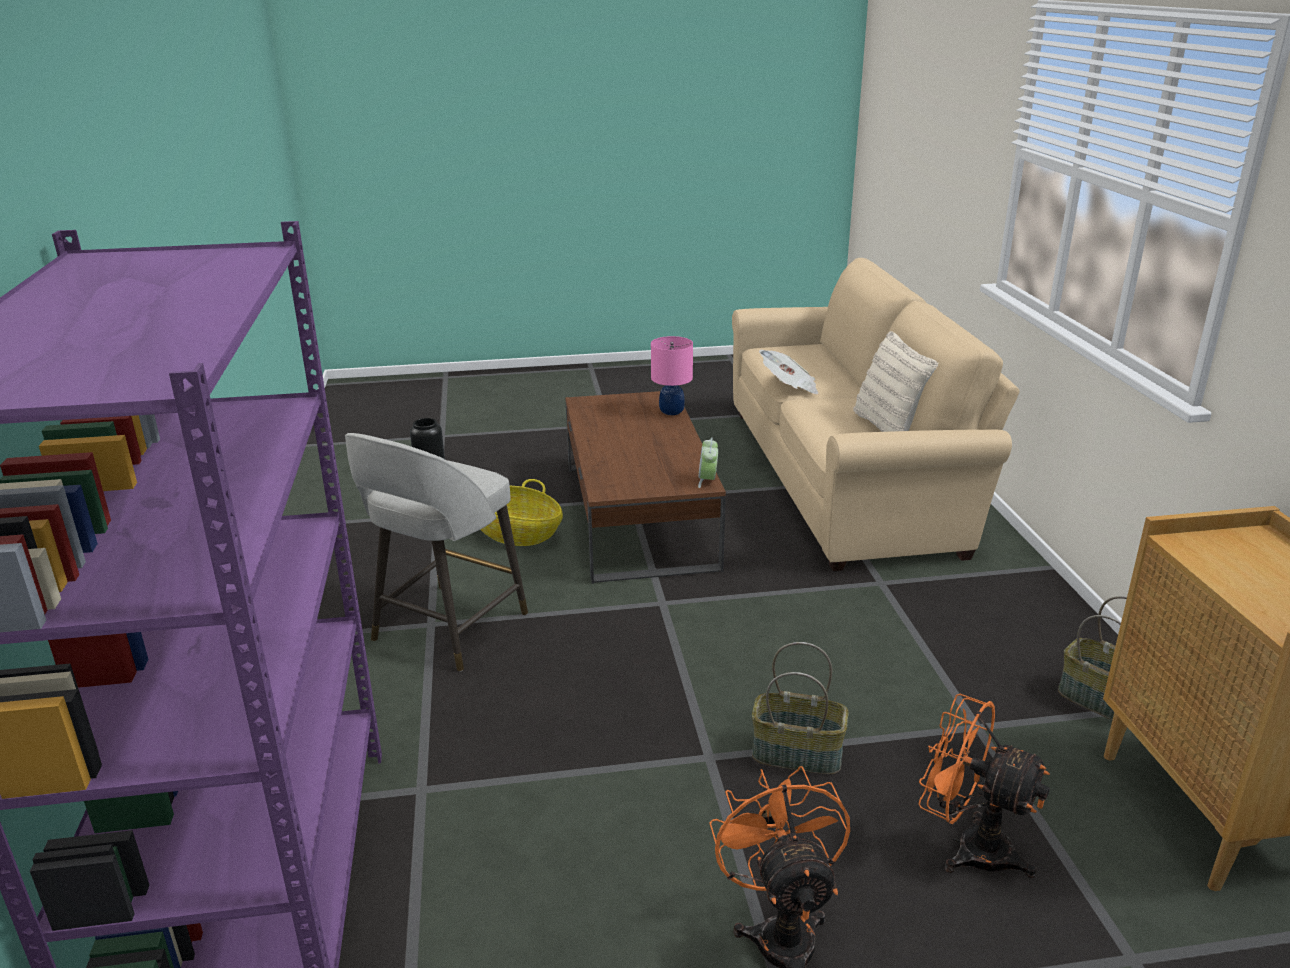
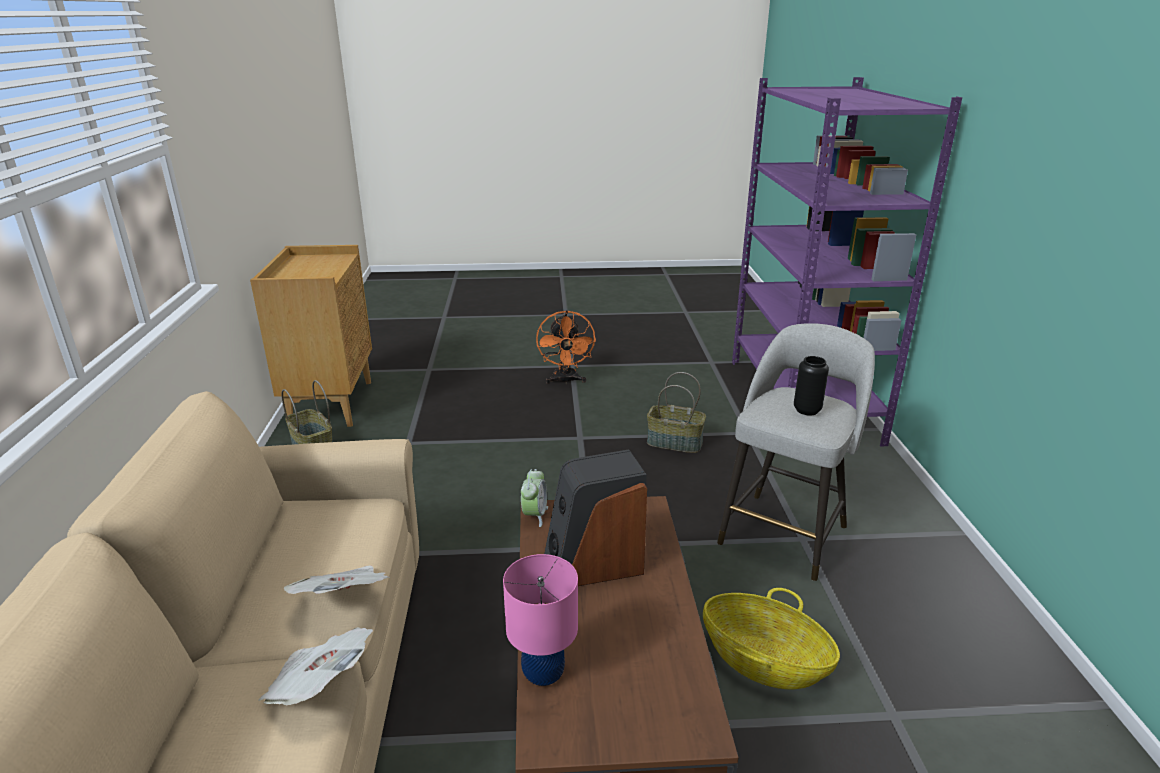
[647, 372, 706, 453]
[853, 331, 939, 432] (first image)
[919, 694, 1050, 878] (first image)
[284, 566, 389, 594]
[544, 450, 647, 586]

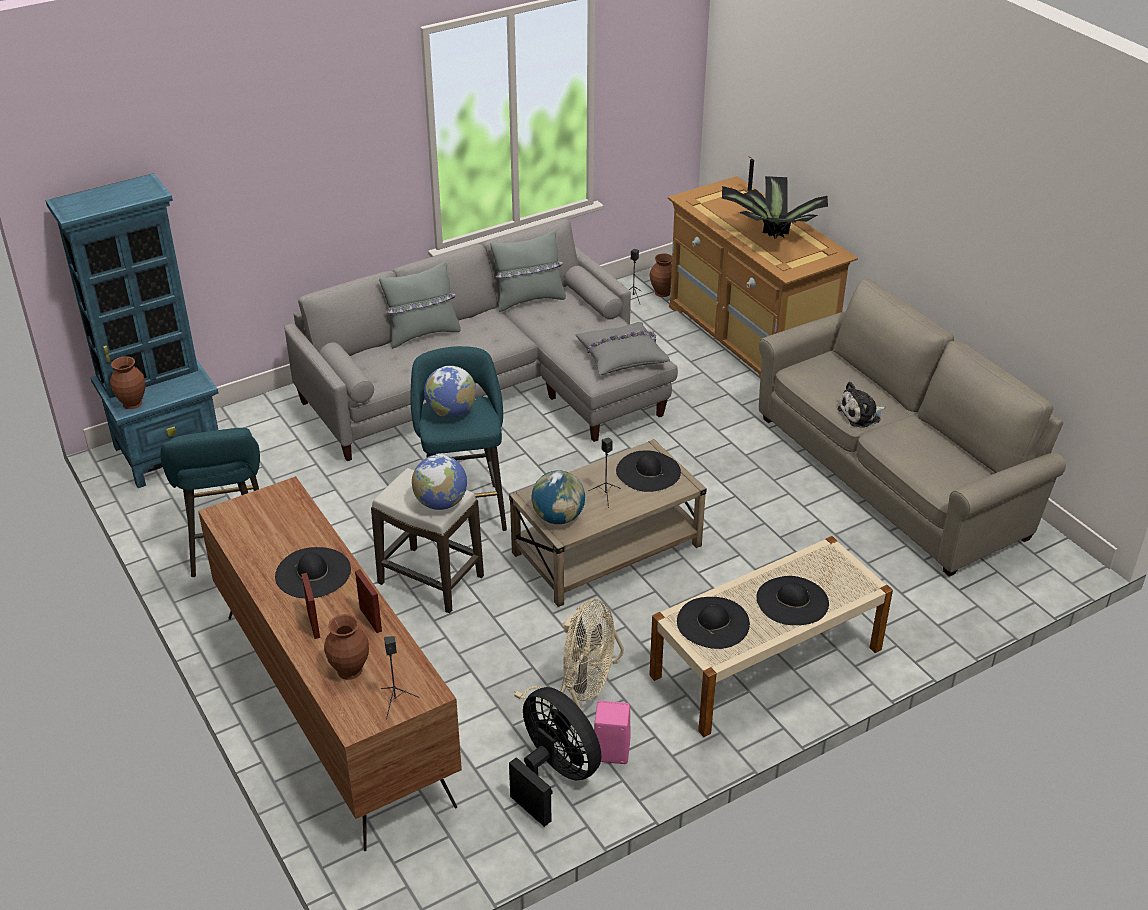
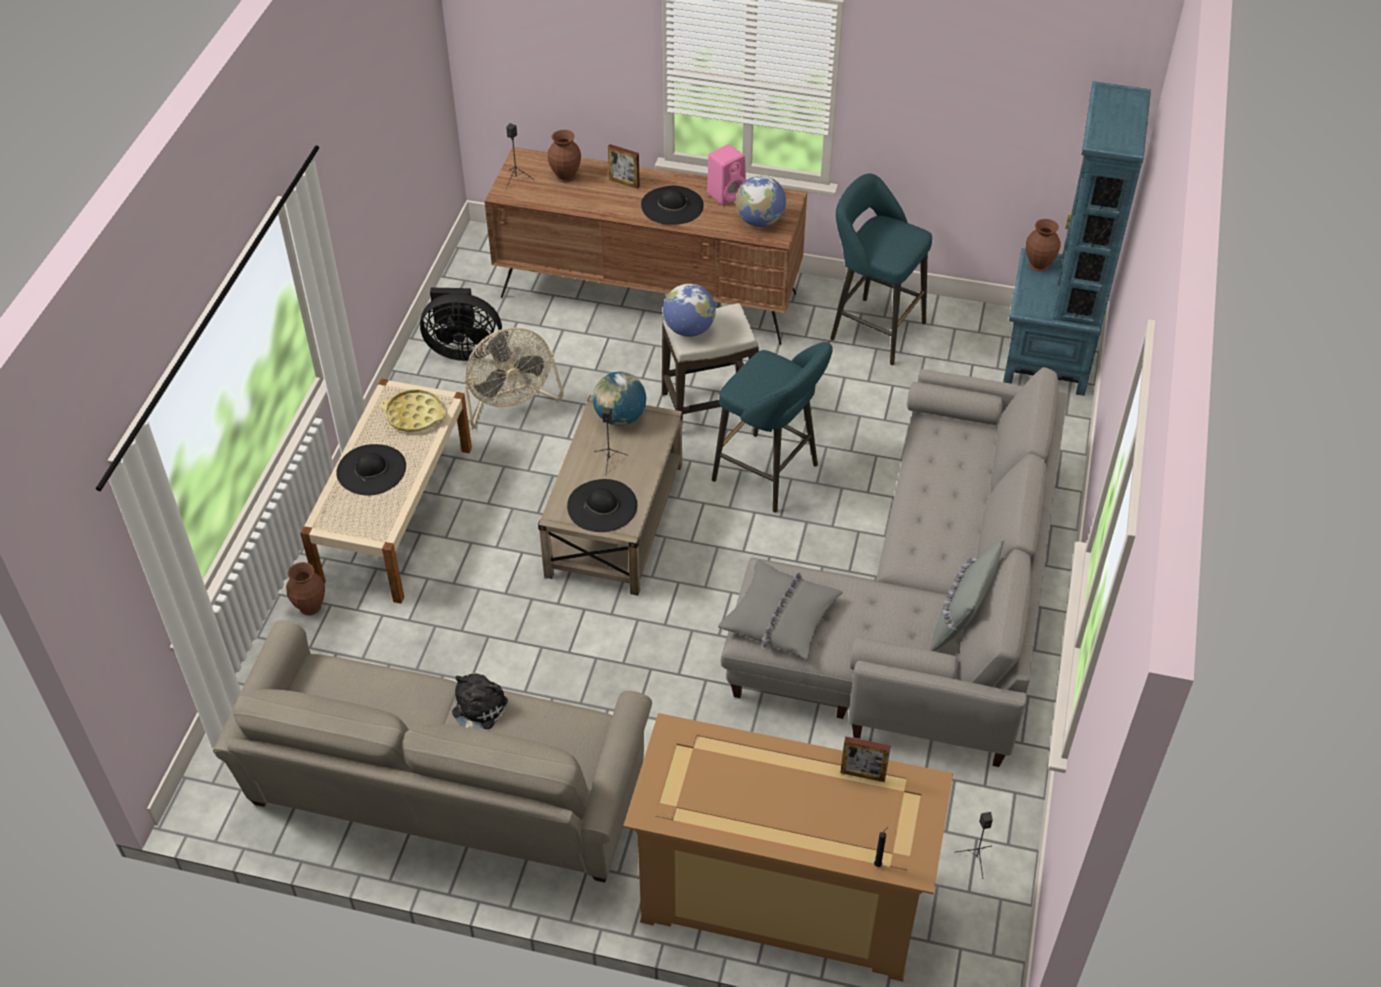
[841, 736, 891, 782]
[379, 262, 460, 349] (first image)
[735, 176, 786, 227]
[462, 328, 564, 429]
[707, 144, 746, 206]
[286, 562, 325, 615]
[381, 389, 446, 432]
[722, 176, 828, 238] (first image)

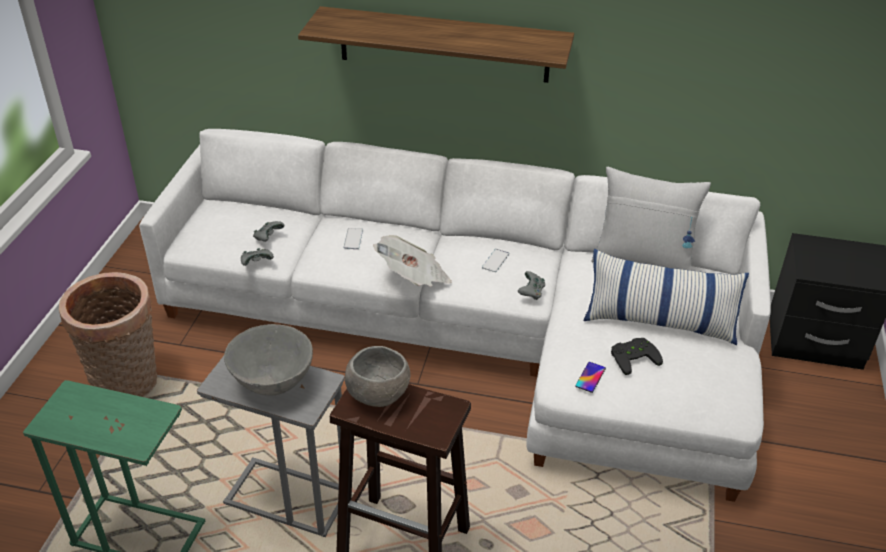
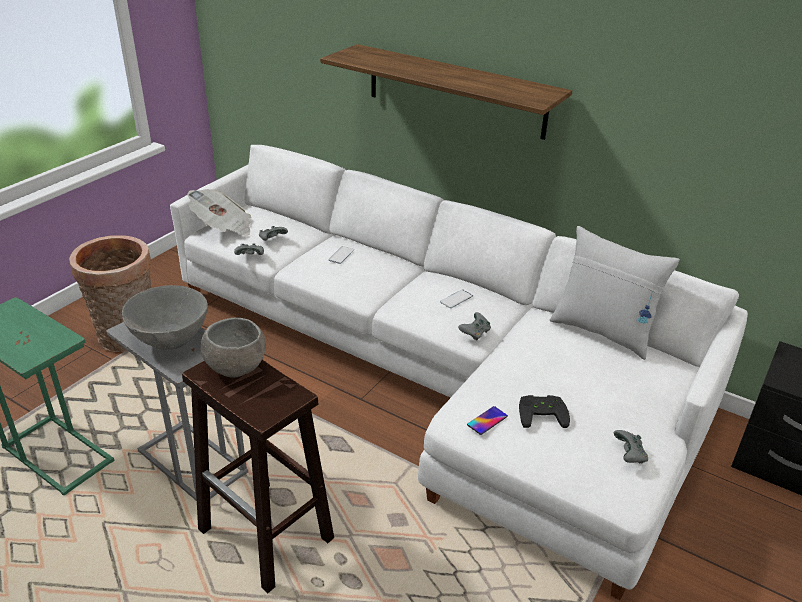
[188, 189, 251, 236]
[583, 249, 749, 345] (first image)
[614, 430, 648, 463]

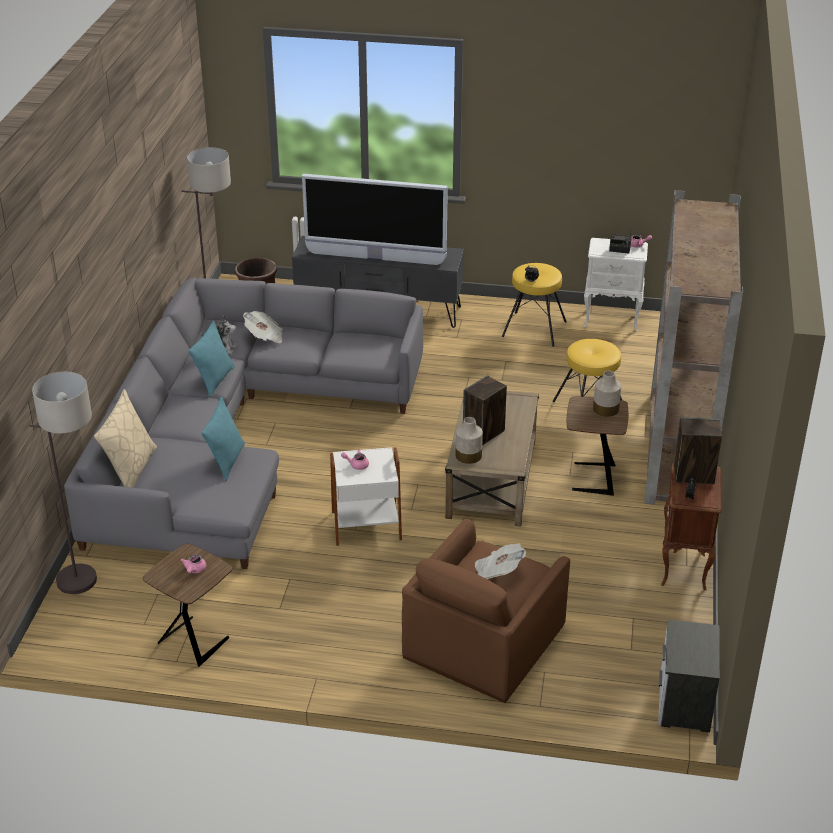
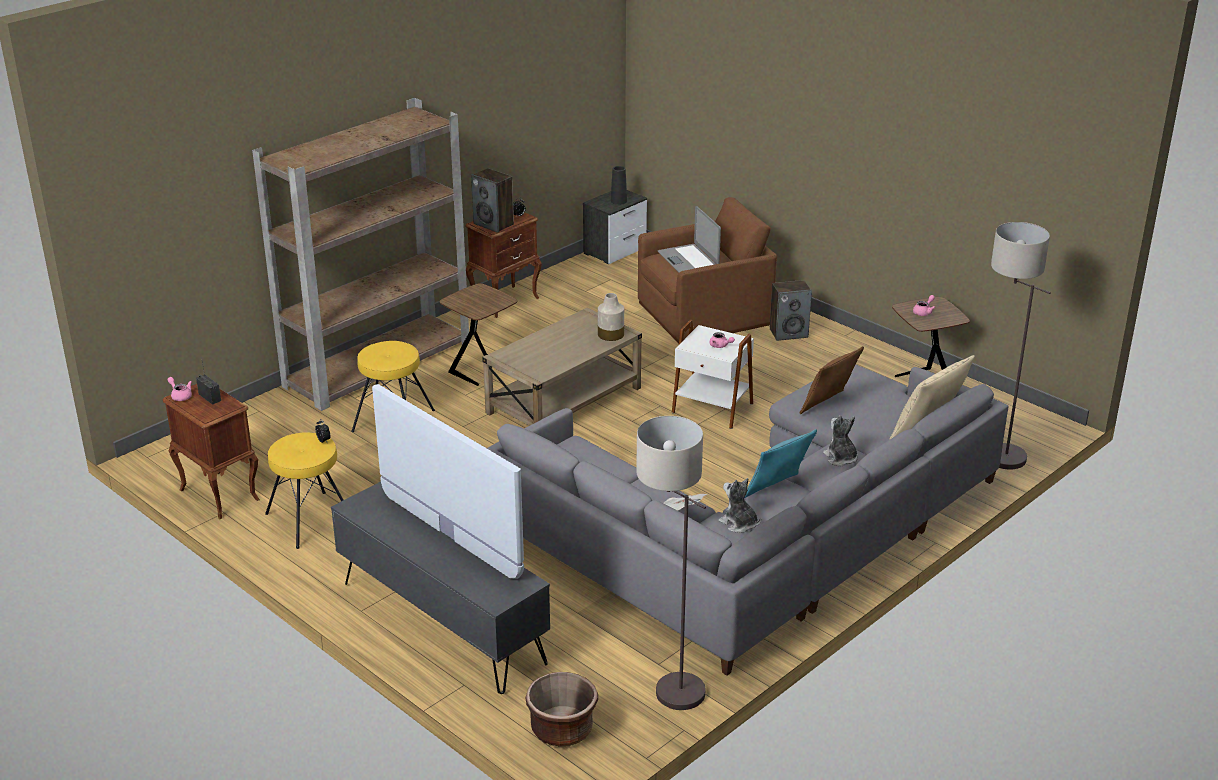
[799, 346, 864, 414]
[770, 280, 812, 341]
[658, 206, 721, 272]
[162, 384, 260, 520]
[593, 371, 621, 417] (first image)
[611, 166, 627, 205]
[823, 415, 857, 466]

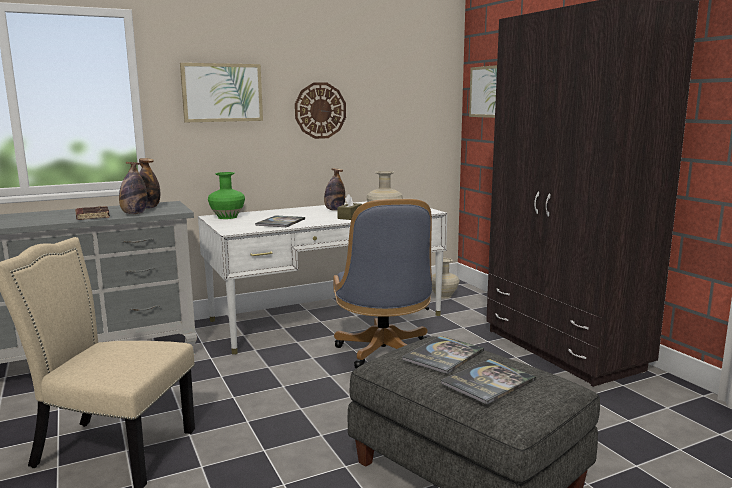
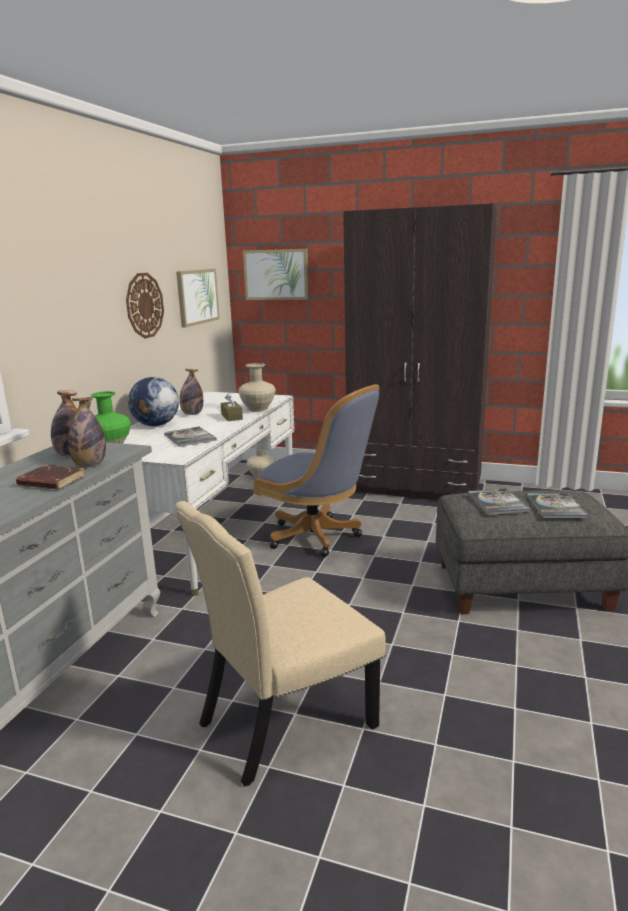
[176, 269, 220, 327]
[127, 377, 179, 426]

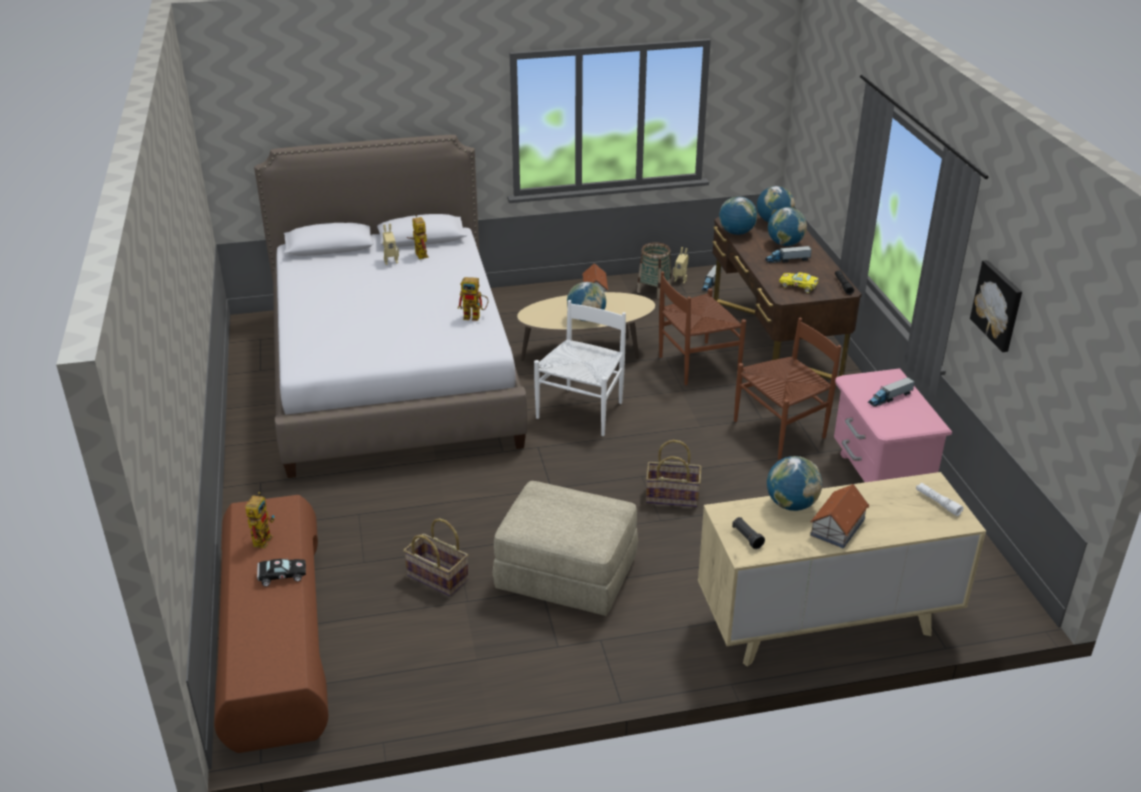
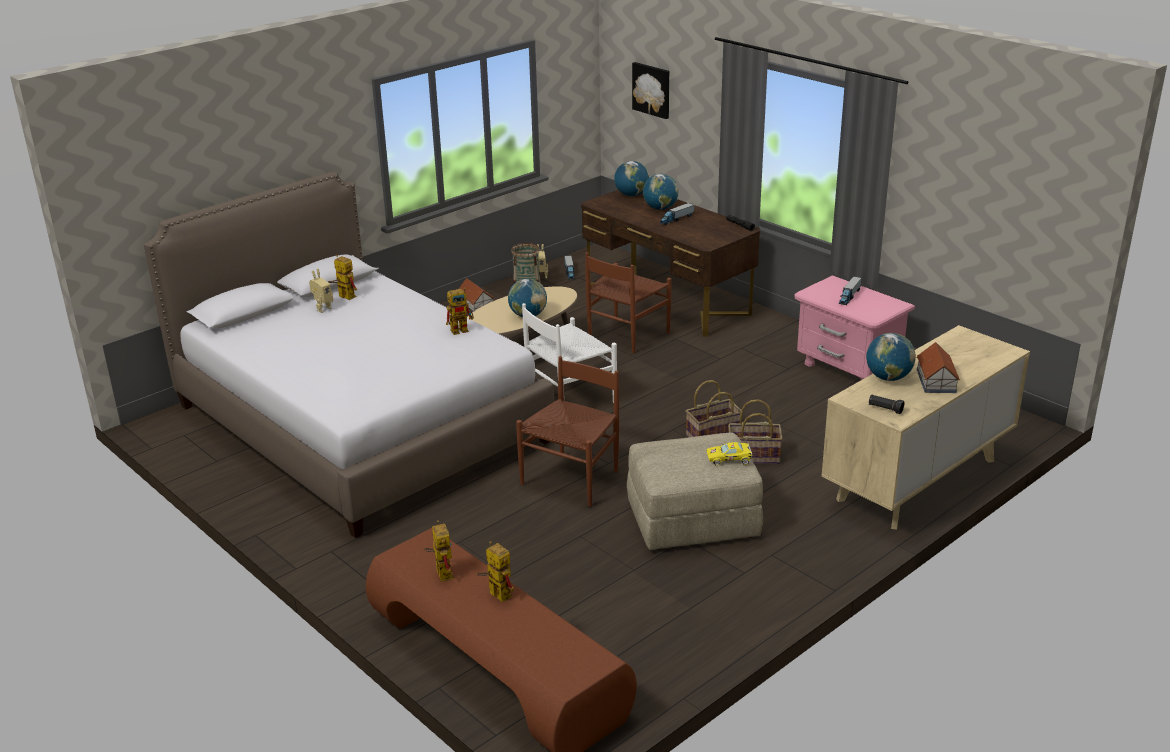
[476, 541, 514, 602]
[728, 399, 783, 464]
[522, 303, 617, 403]
[719, 196, 757, 235] (first image)
[516, 356, 619, 507]
[707, 442, 752, 466]
[916, 483, 963, 516] (first image)
[632, 62, 669, 119]

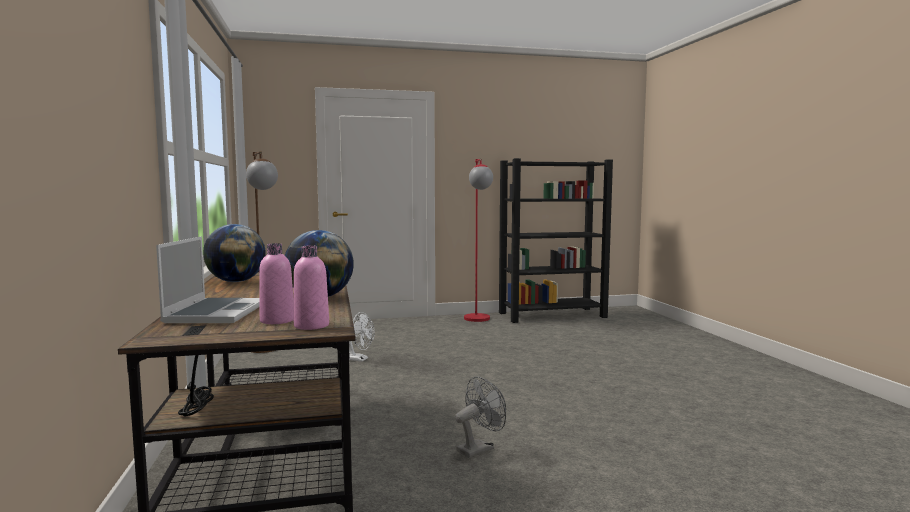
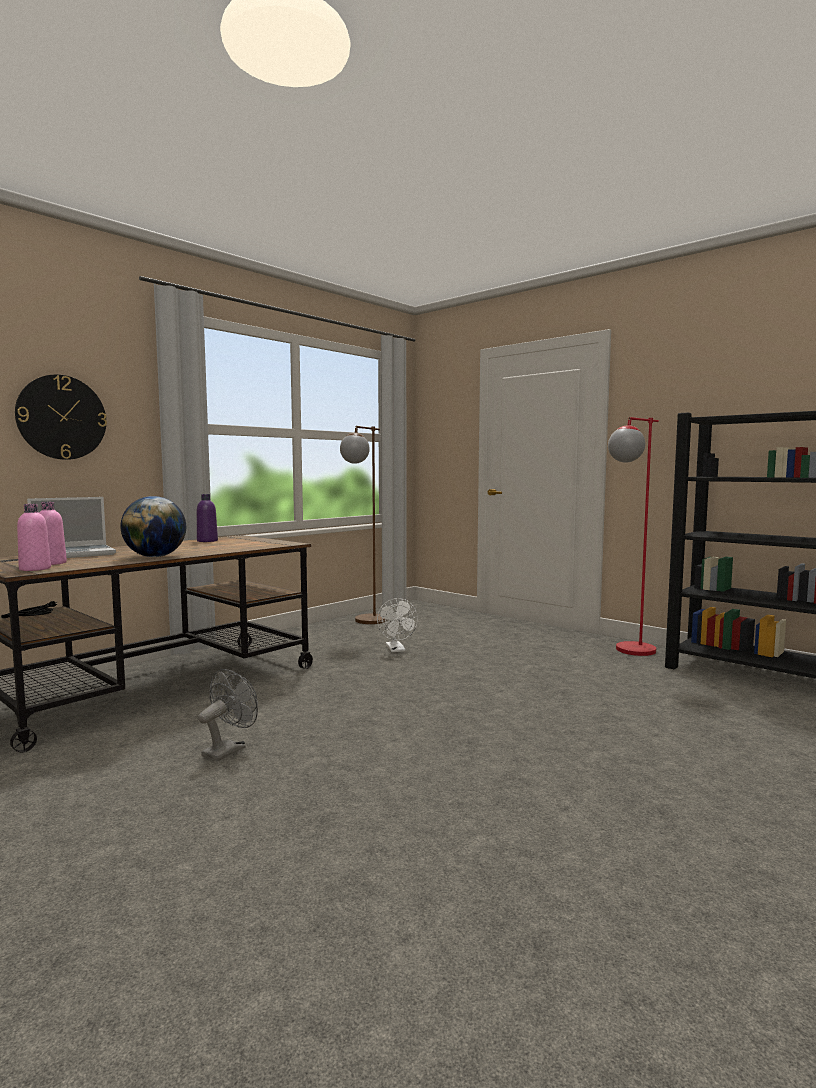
[197, 494, 218, 542]
[198, 669, 258, 762]
[15, 375, 107, 460]

